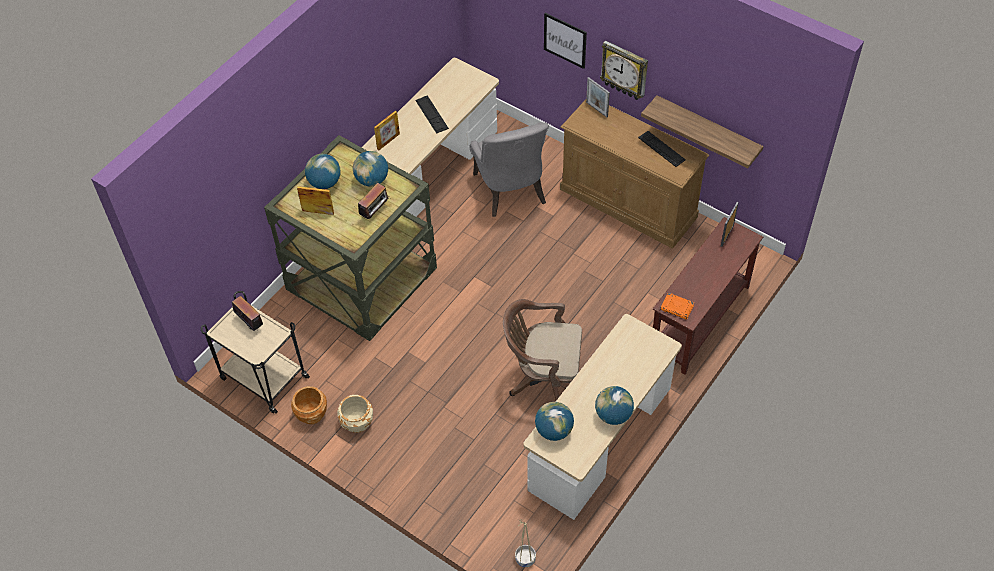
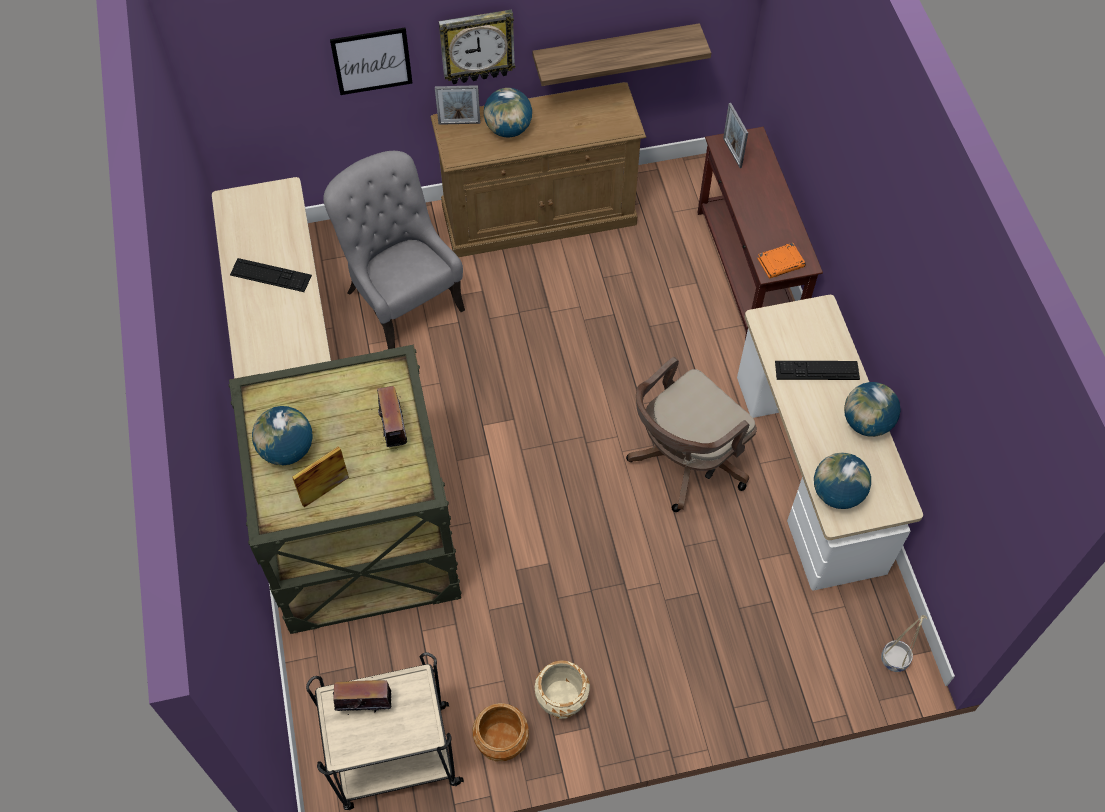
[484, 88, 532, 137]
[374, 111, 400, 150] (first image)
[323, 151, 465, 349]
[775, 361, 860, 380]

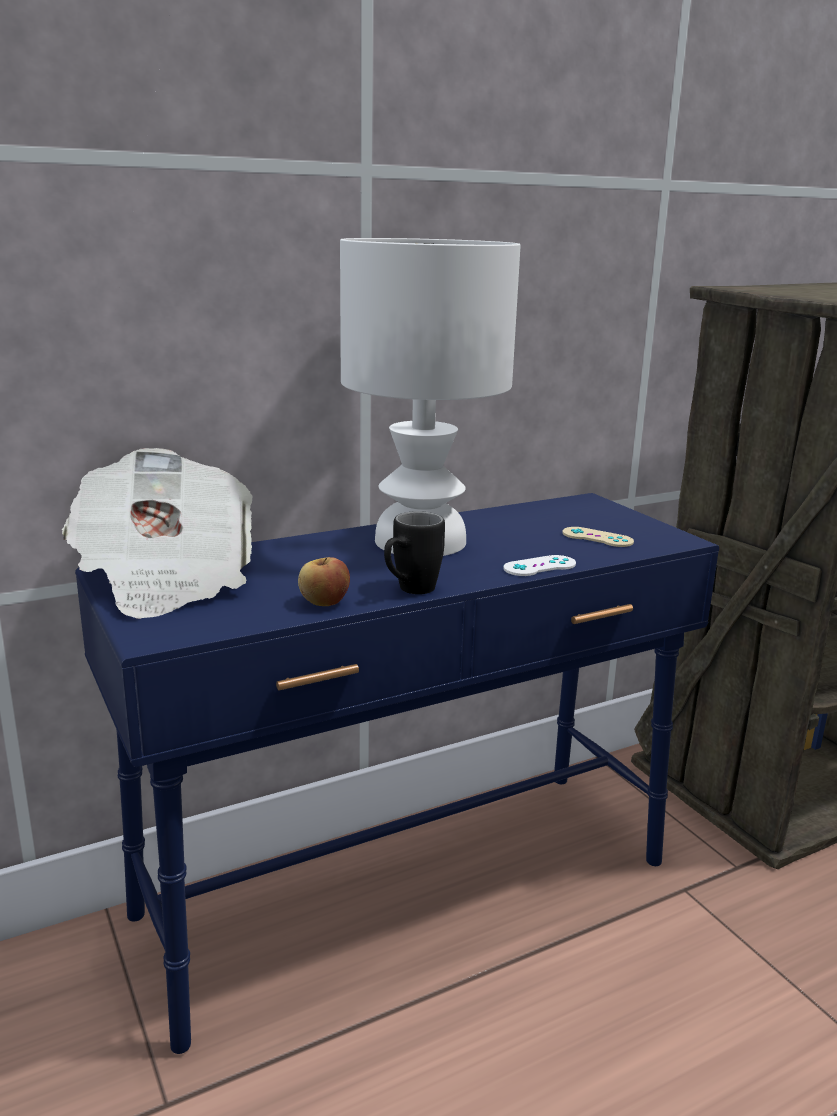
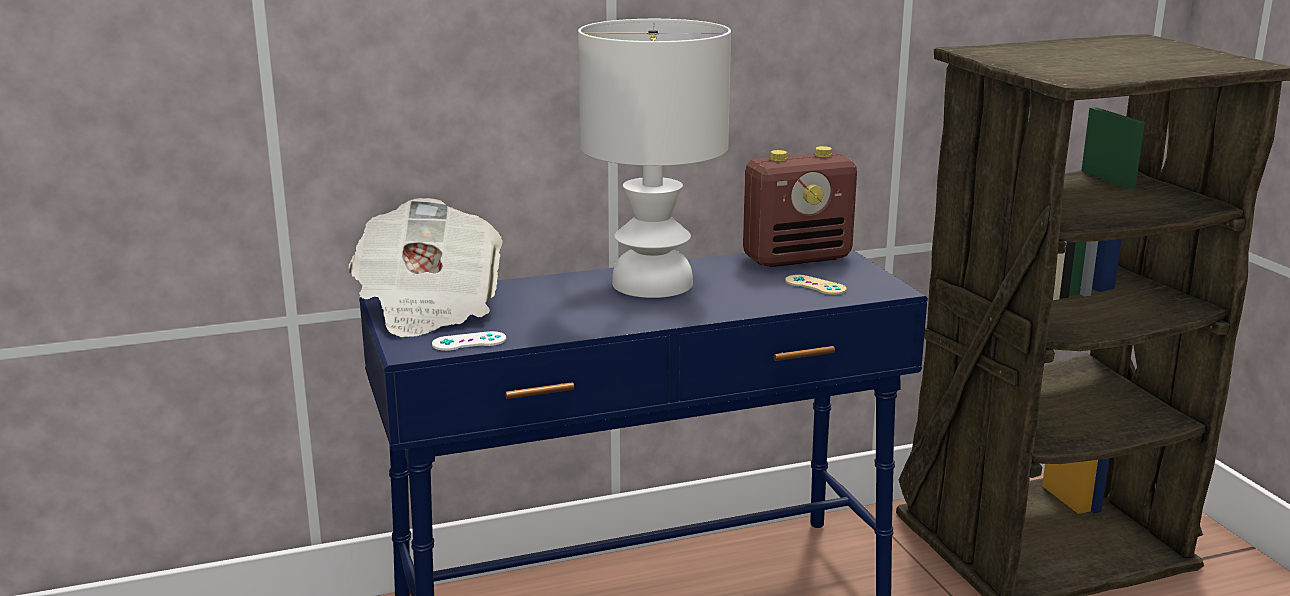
[298, 557, 350, 606] (first image)
[384, 511, 445, 594] (first image)
[432, 331, 506, 351]
[743, 146, 857, 267]

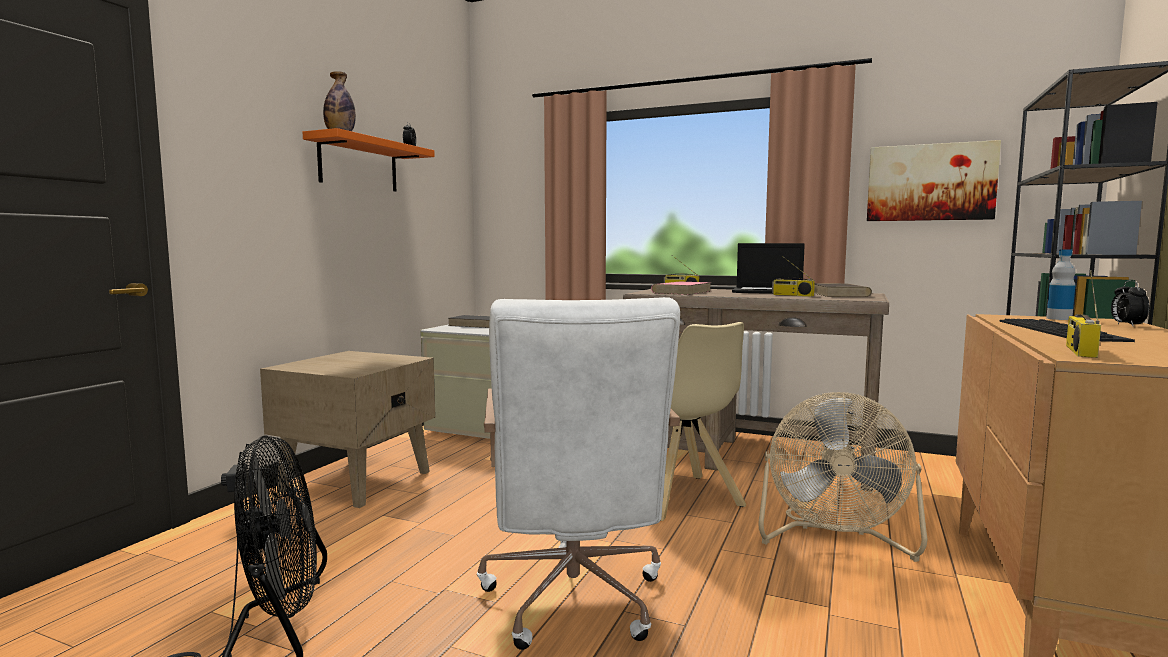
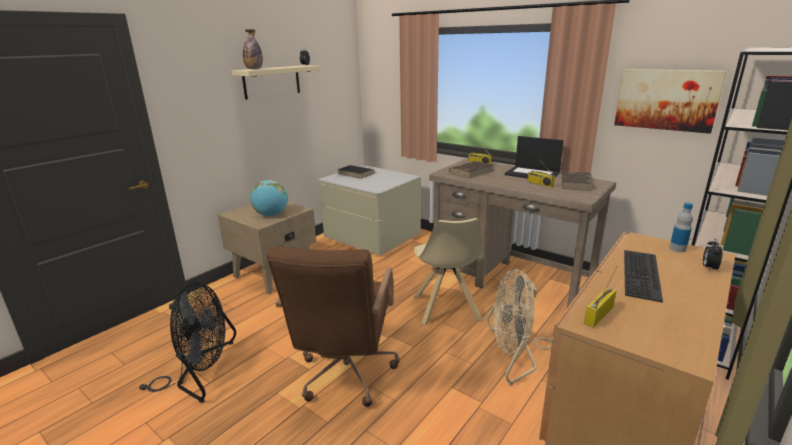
[232, 65, 321, 100]
[267, 246, 400, 407]
[449, 161, 493, 179]
[487, 269, 553, 386]
[250, 180, 288, 216]

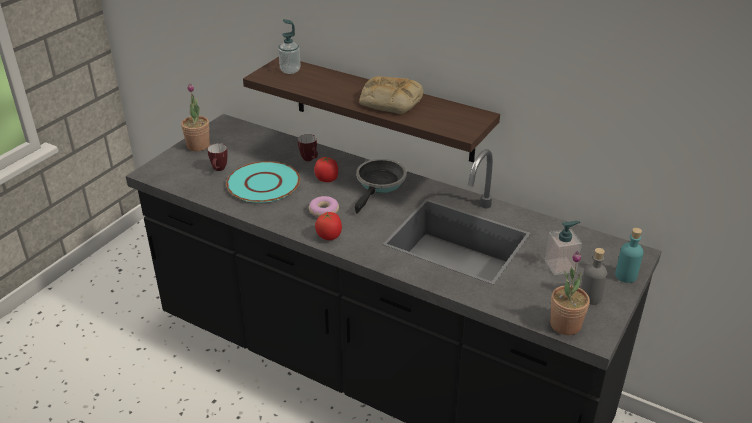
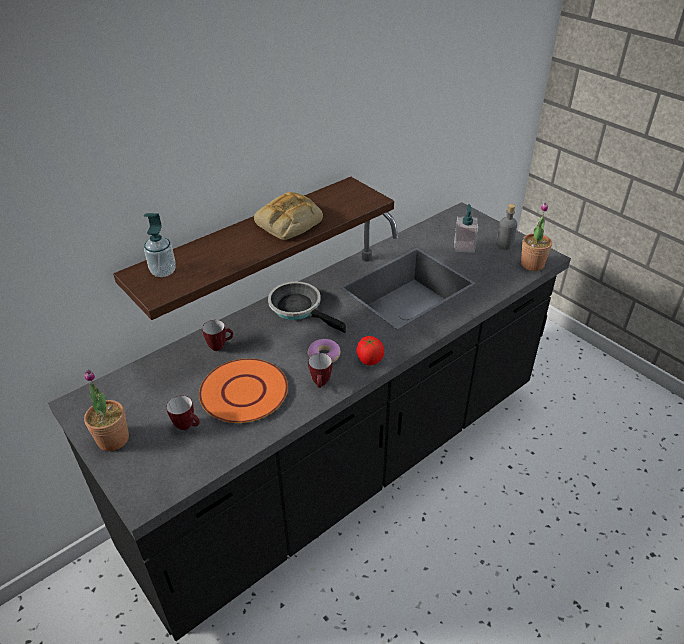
[199, 358, 288, 423]
[314, 156, 338, 182] (first image)
[615, 228, 644, 283] (first image)
[308, 353, 332, 388]

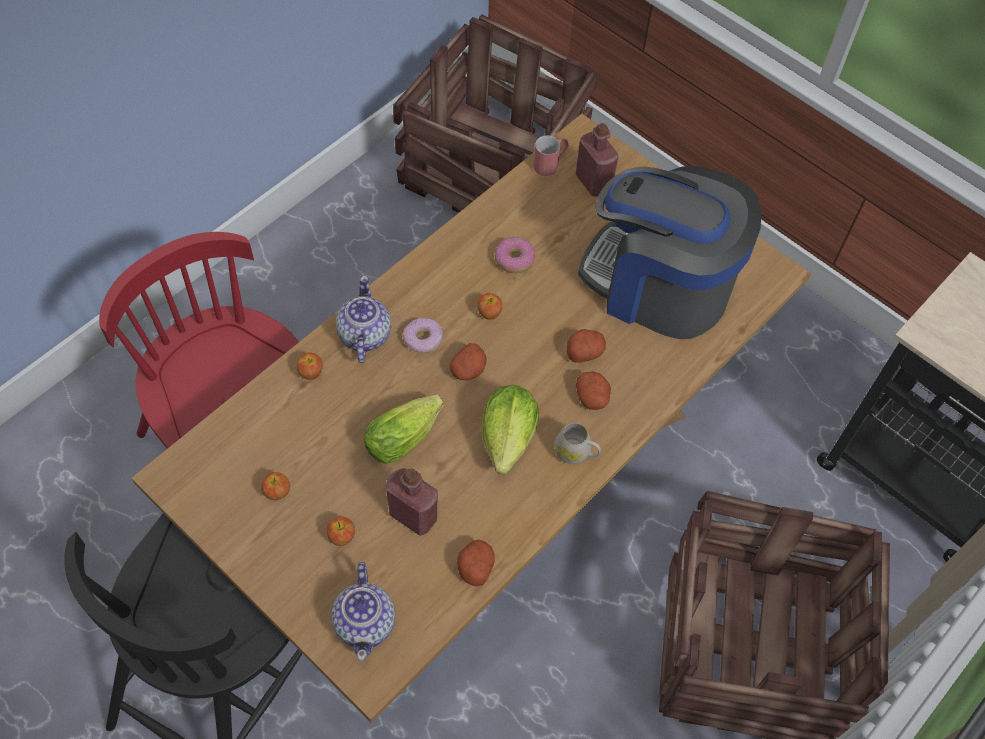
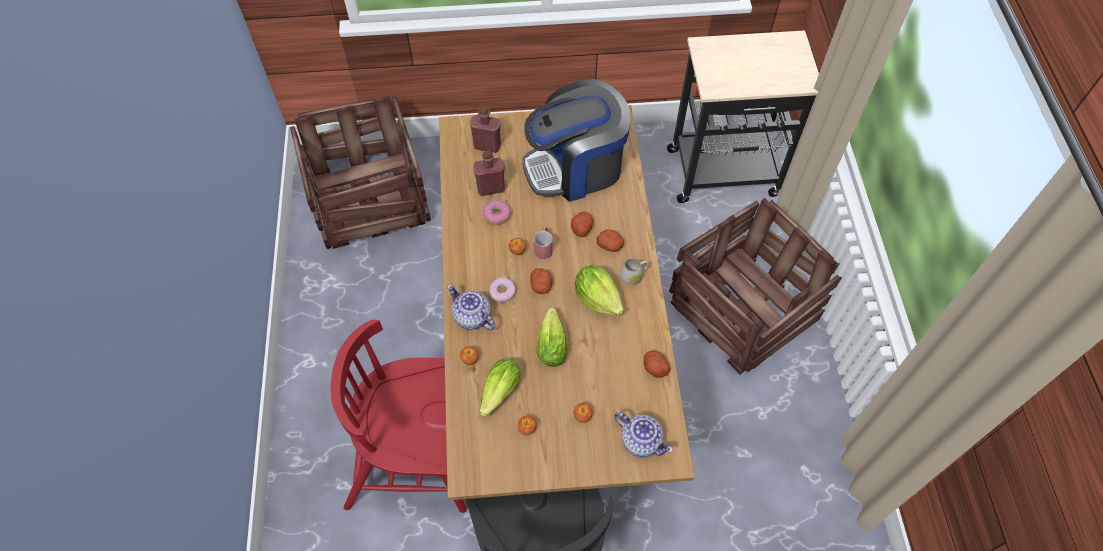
[473, 151, 505, 196]
[534, 227, 553, 259]
[479, 359, 521, 417]

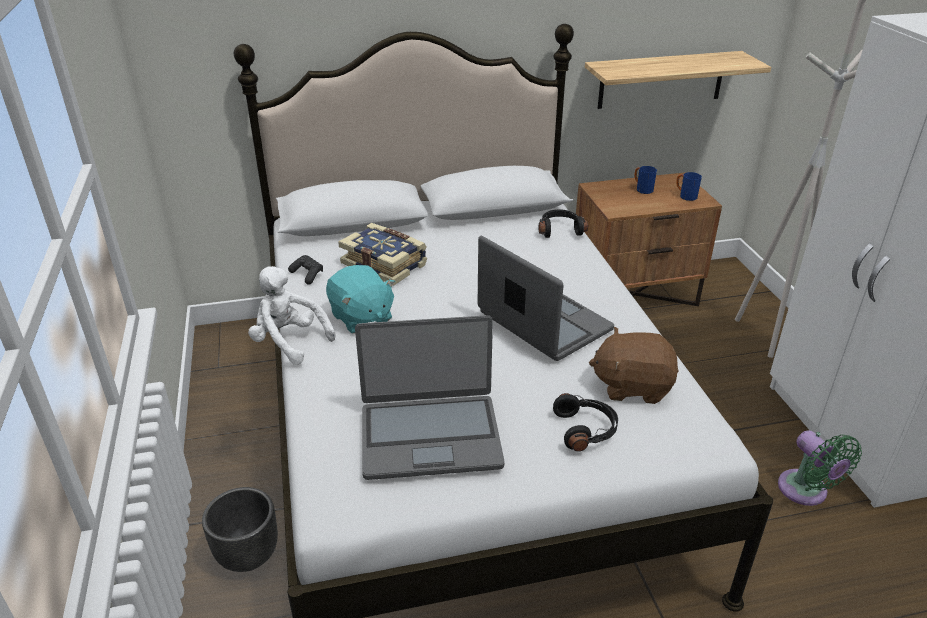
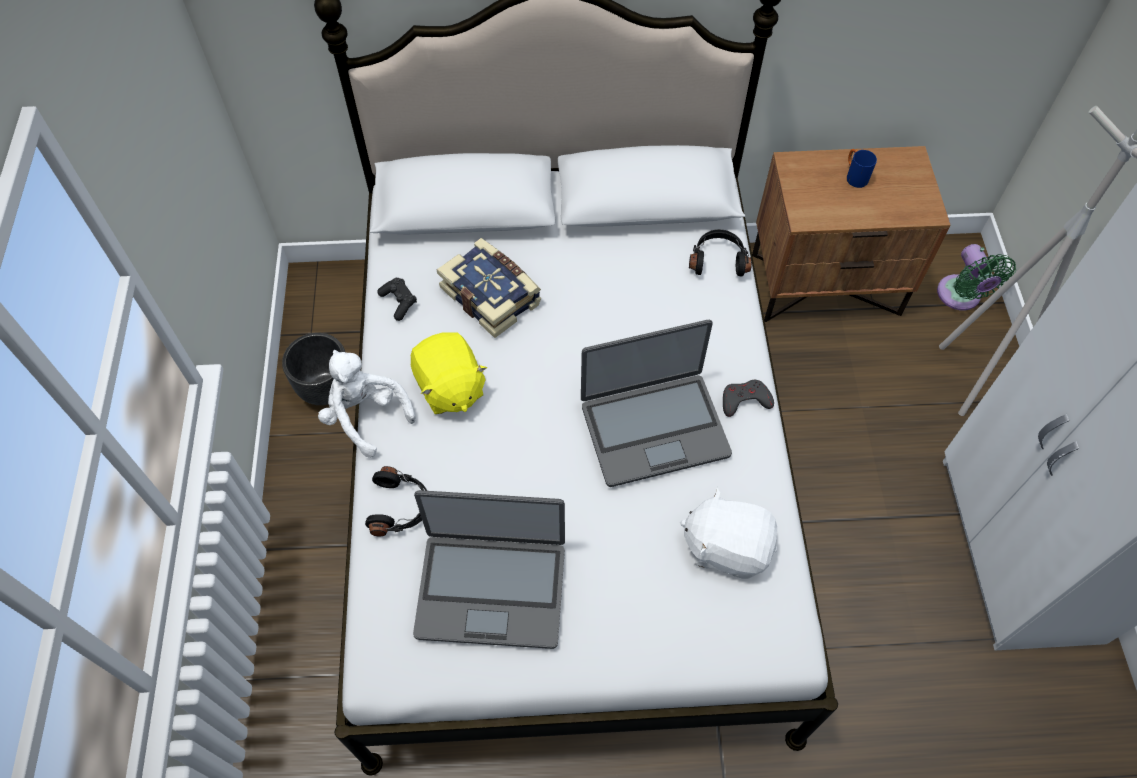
[282, 333, 345, 405]
[411, 332, 487, 414]
[581, 320, 732, 487]
[365, 466, 427, 536]
[585, 51, 772, 109] (first image)
[680, 487, 777, 579]
[676, 172, 702, 201] (first image)
[937, 244, 1016, 310]
[723, 380, 774, 417]

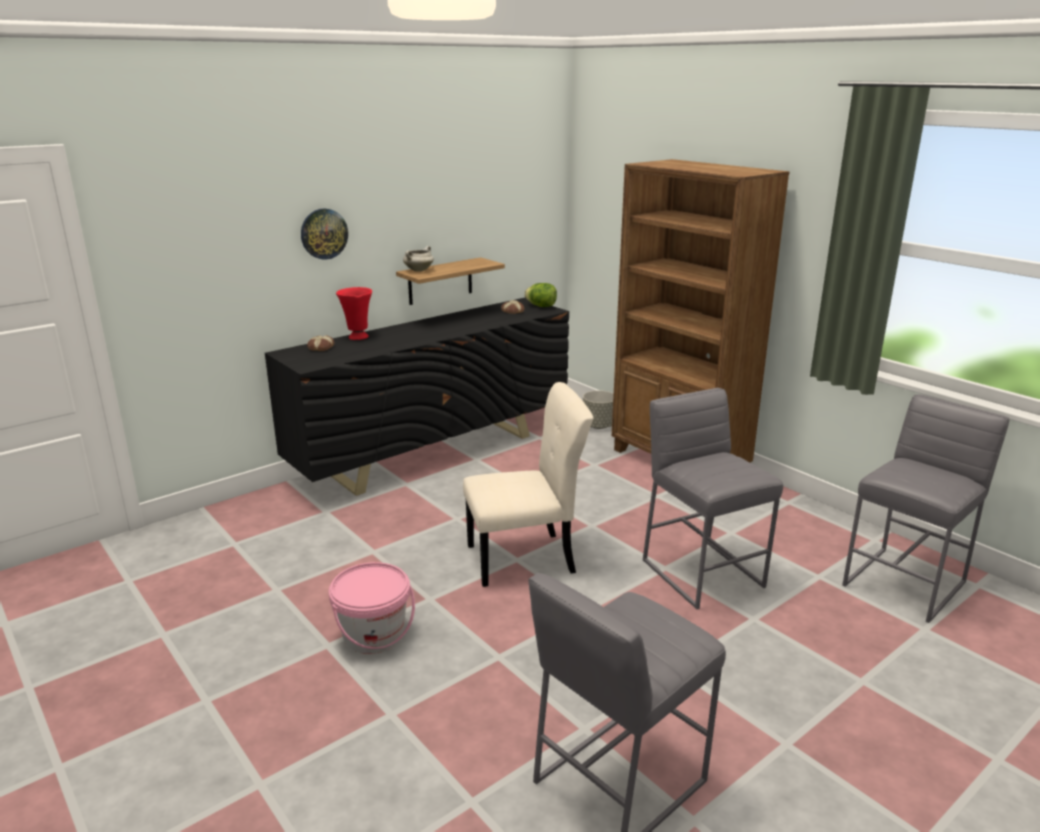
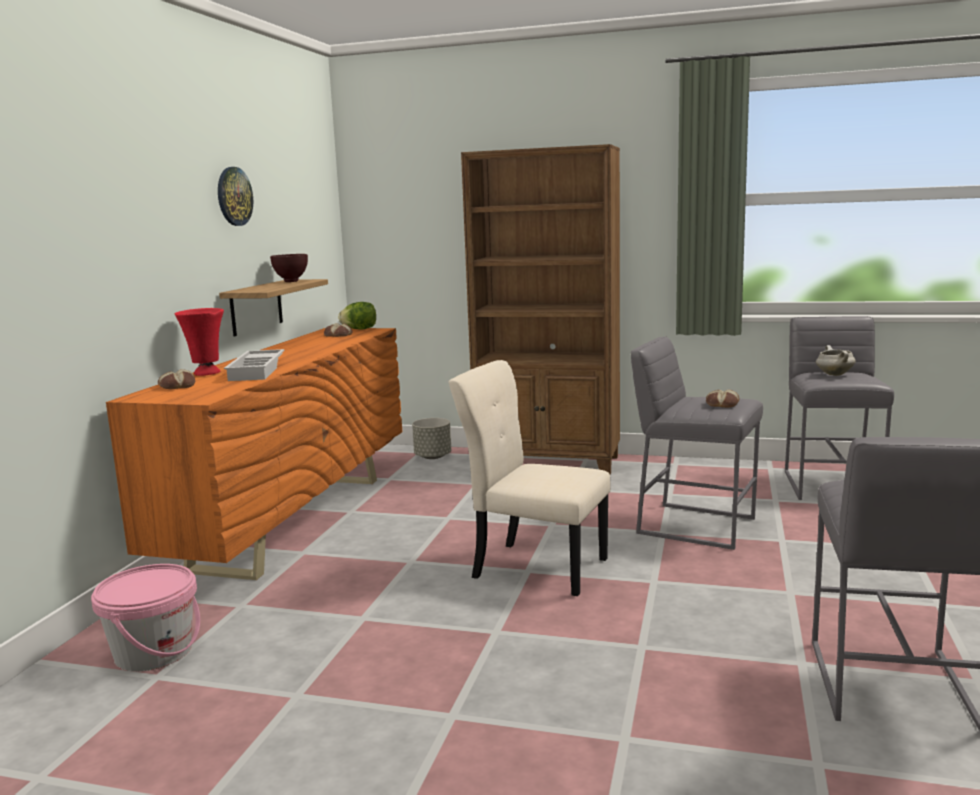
[106, 328, 402, 580]
[218, 167, 253, 226]
[91, 564, 200, 672]
[816, 345, 855, 376]
[448, 360, 611, 596]
[224, 349, 285, 381]
[270, 254, 308, 282]
[706, 389, 739, 408]

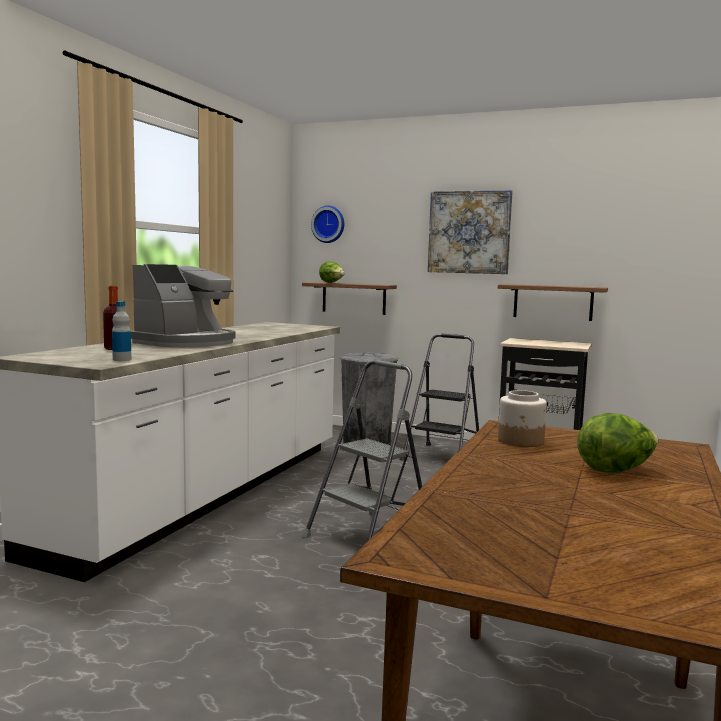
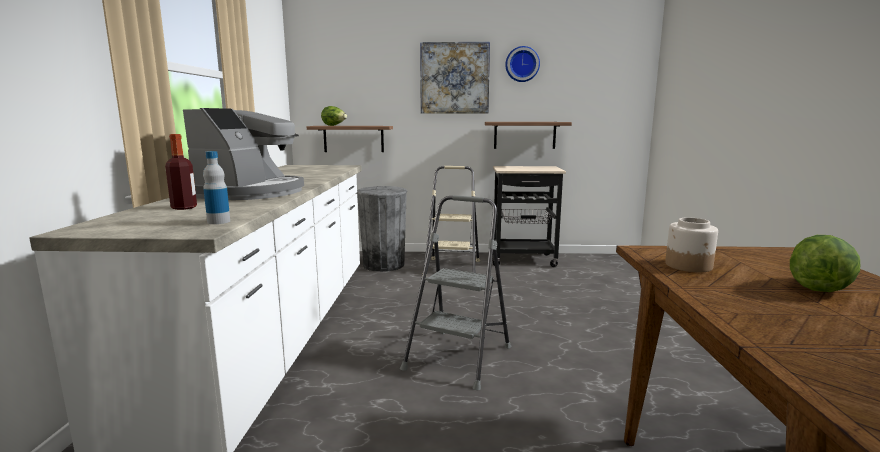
[505, 46, 540, 82]
[422, 166, 480, 276]

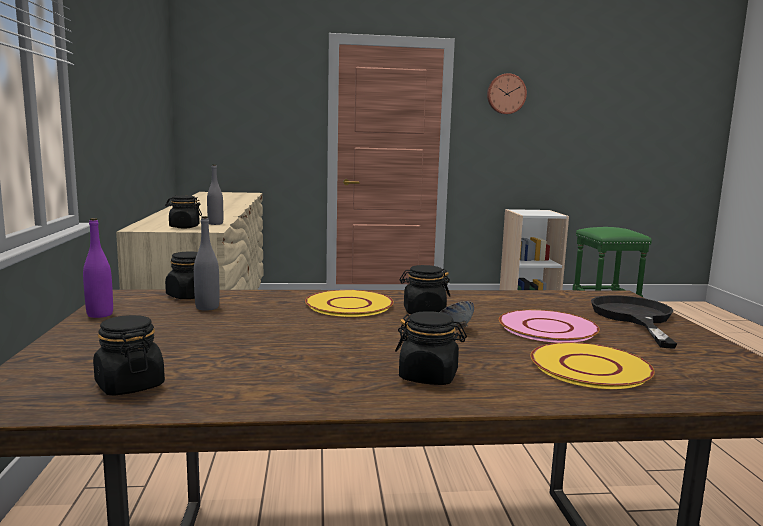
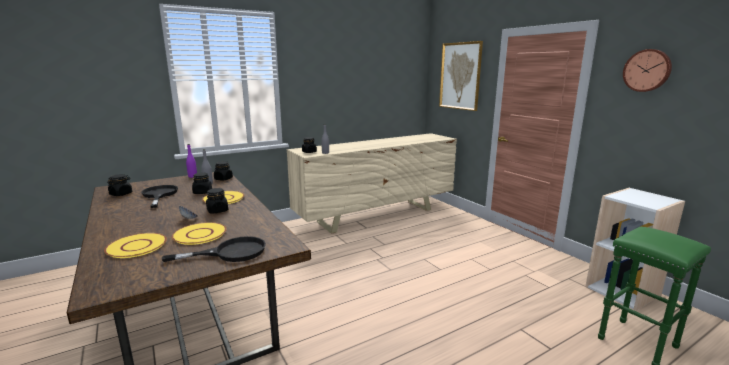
[192, 173, 212, 194]
[172, 222, 226, 245]
[141, 185, 178, 208]
[439, 41, 483, 111]

